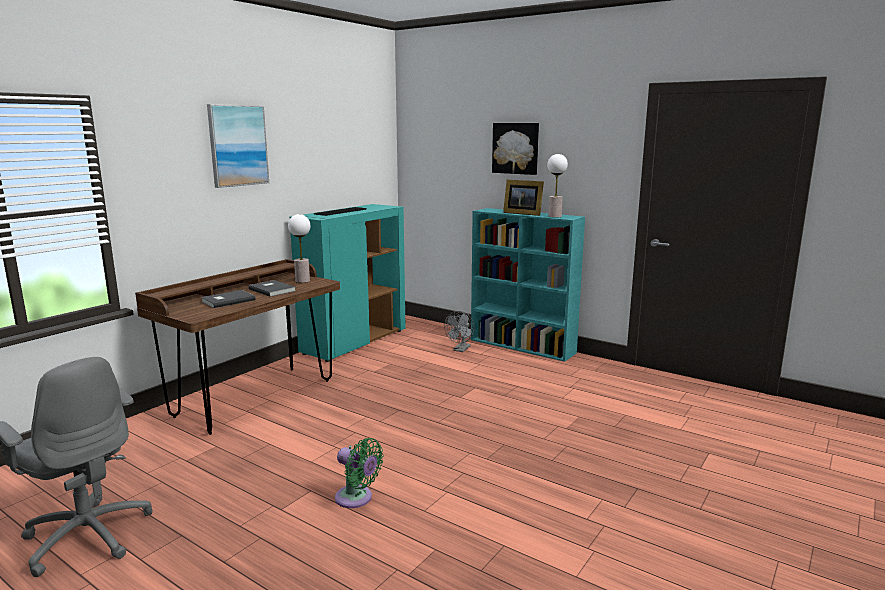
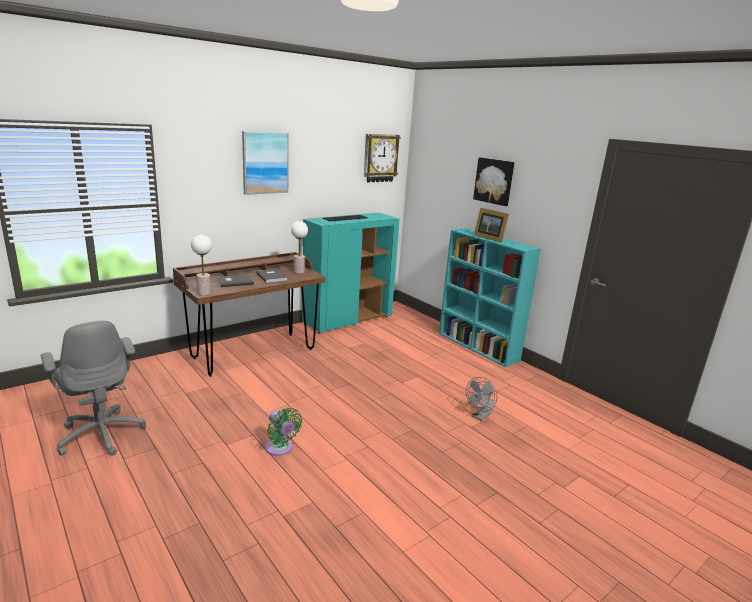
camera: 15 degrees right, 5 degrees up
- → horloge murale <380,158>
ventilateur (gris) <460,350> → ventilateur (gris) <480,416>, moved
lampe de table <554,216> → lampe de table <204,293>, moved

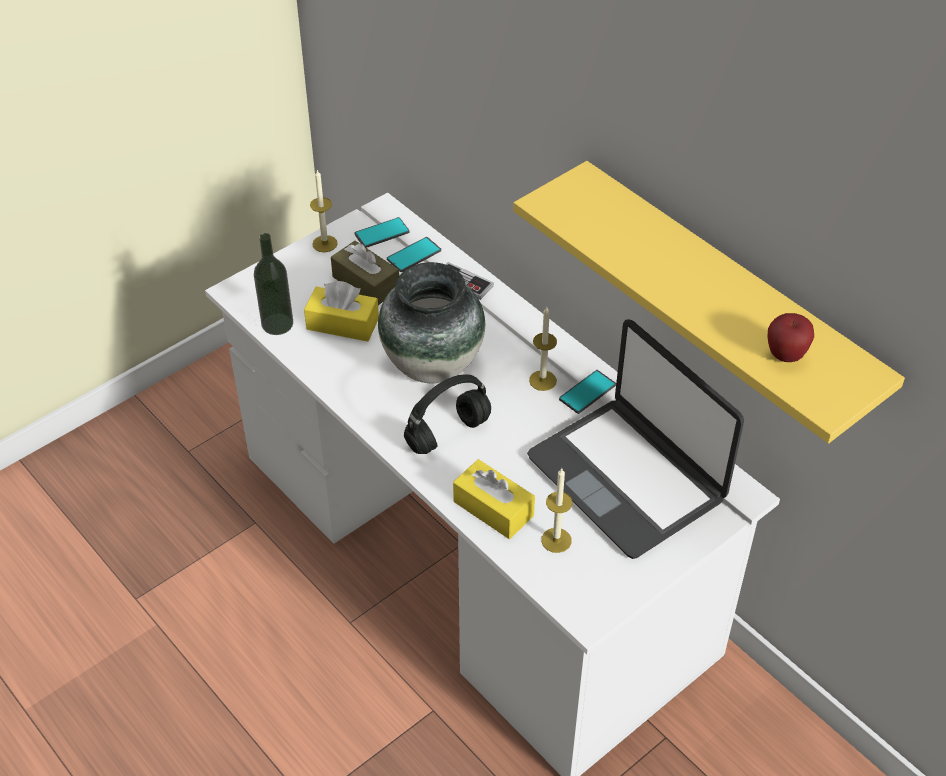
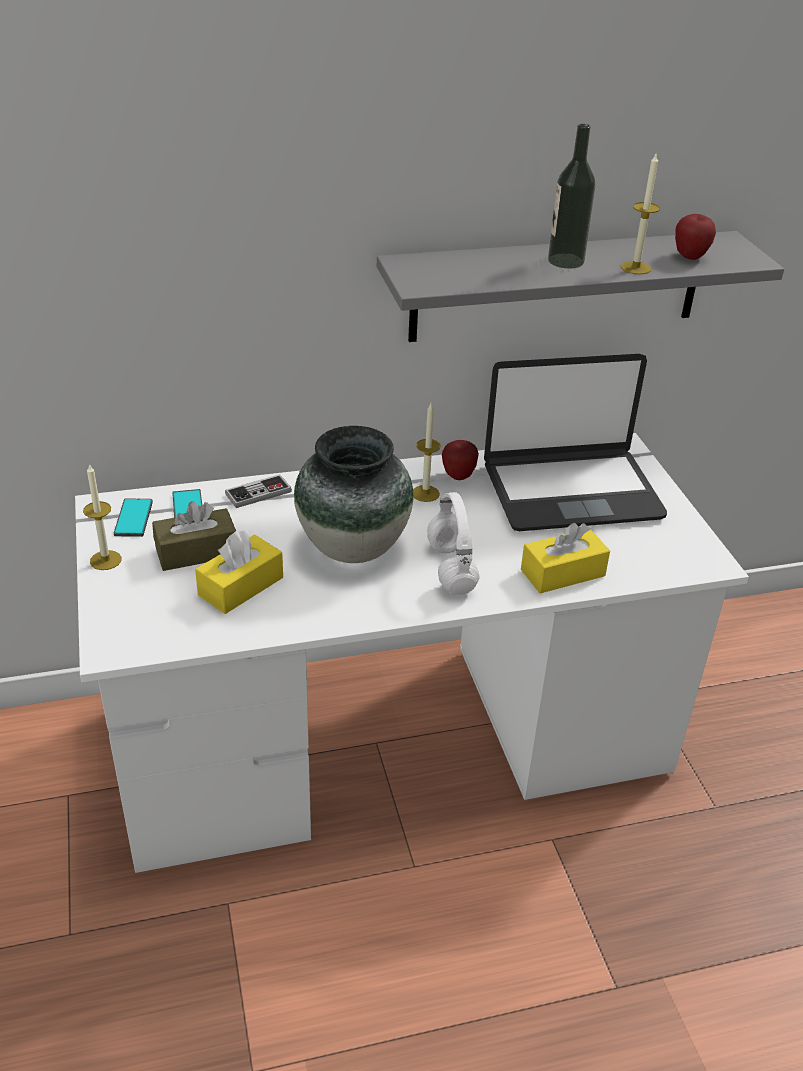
camera: 65 degrees left, 10 degrees down
bouteille <277,324> → bouteille <565,261>, moved
bougie <556,540> → bougie <635,268>, moved
téléphone <587,392> → pomme <458,476>
casque audio (noir) <448,433> → casque audio (blanc) <450,567>
étagère (jaune) <727,297> → étagère (gris) <557,286>

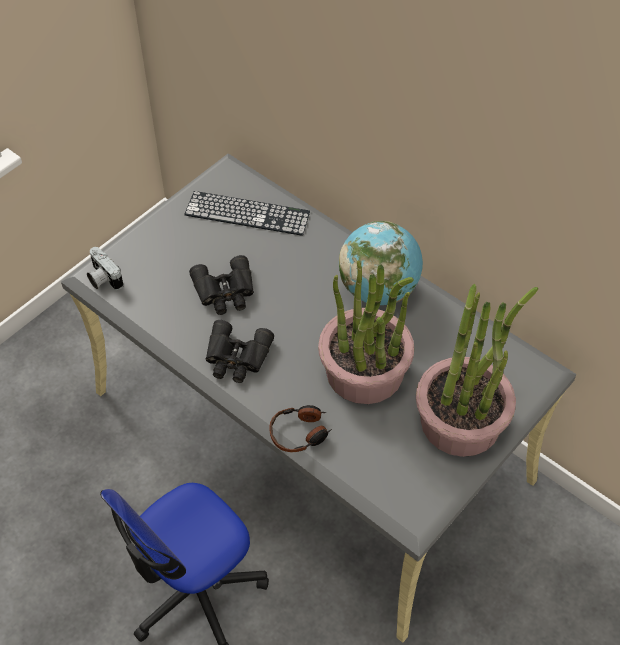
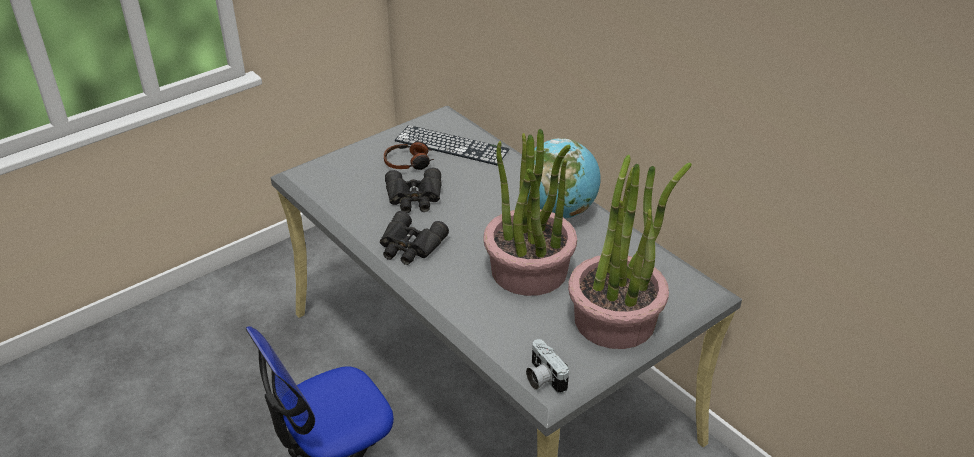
camera: 10 degrees right, 15 degrees down
appareil photo <103,278> → appareil photo <542,378>, moved
casque audio <300,433> → casque audio <409,163>, moved

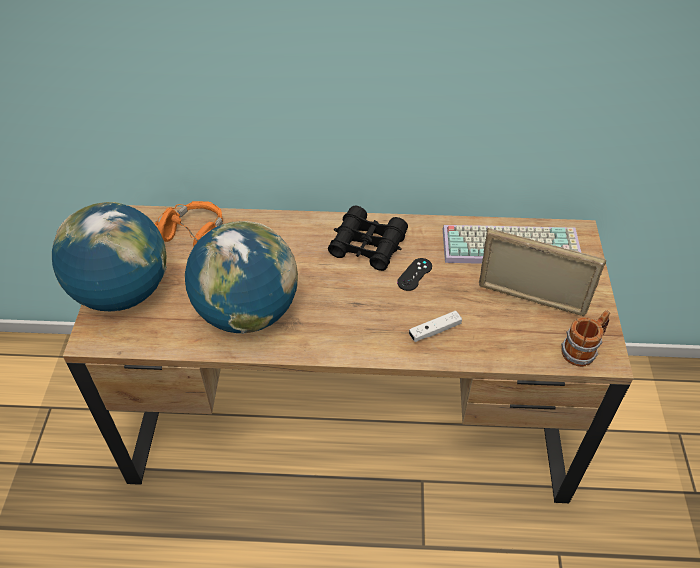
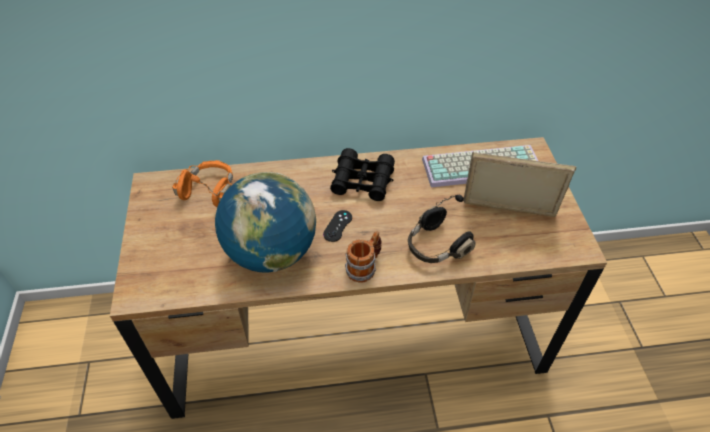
camera: 10 degrees left, 0 degrees up
globe <123,292> → -
manette (noir) <414,274> → manette (noir) <338,226>, moved
mug <583,349> → mug <365,267>, moved
manette (blanc) <434,331> → casque audio (noir) <436,246>

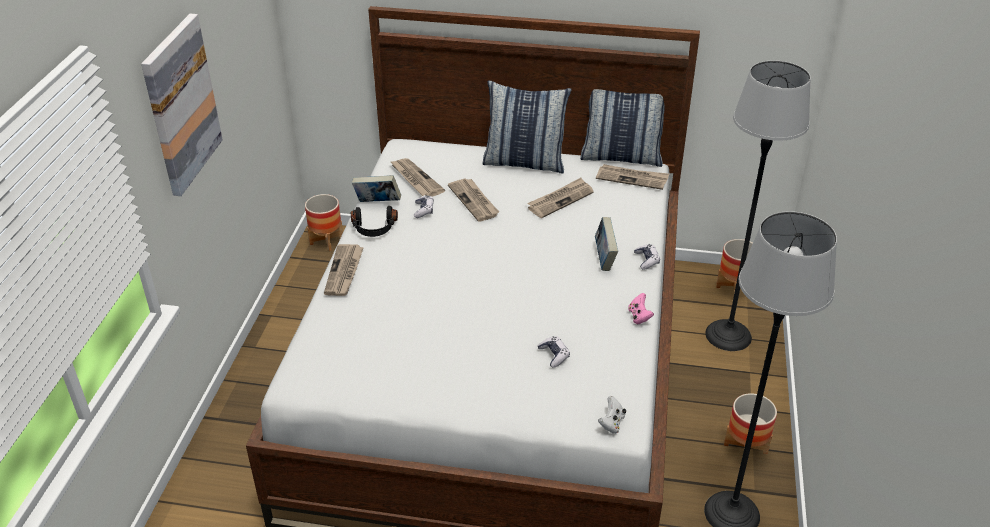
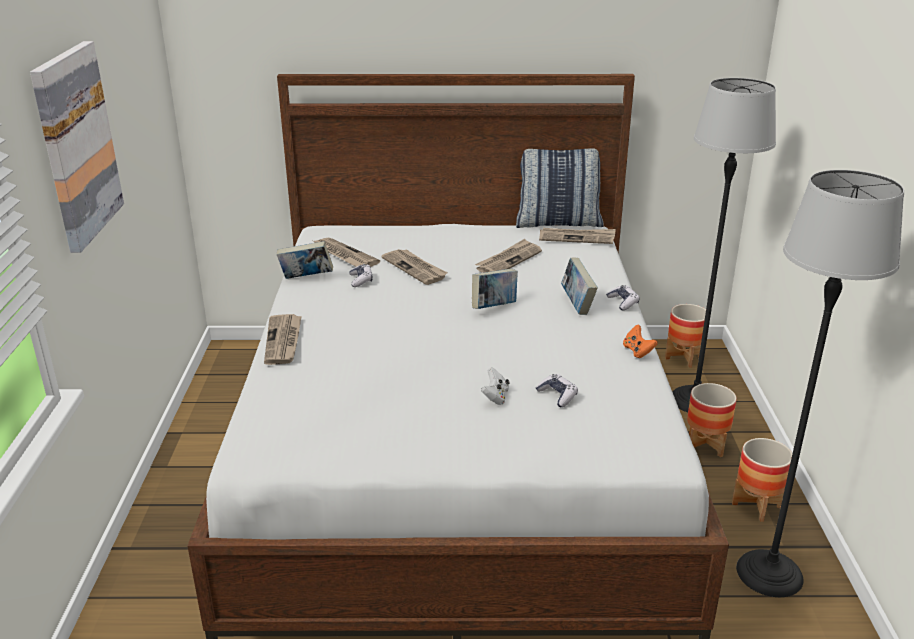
camera: 10 degrees left, 10 degrees down
casque audio (noir) <374,229> → -
coussin <524,162> → -
- → livre <494,307>
cache-pot <326,241> → cache-pot <705,445>, moved
manette (blanc) <611,423> → manette (blanc) <495,397>, moved
manette (rose) <639,316> → manette (orange) <637,351>

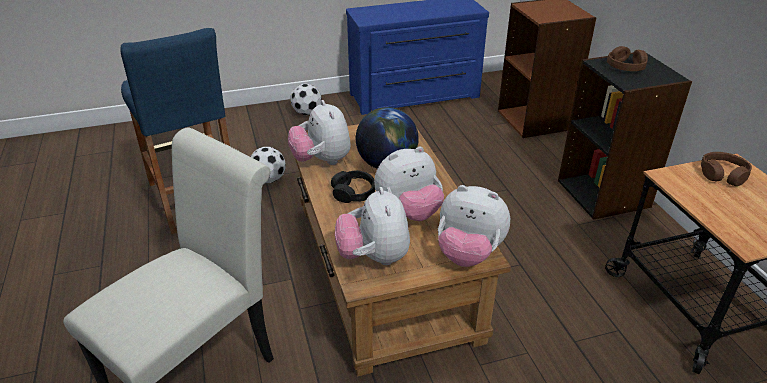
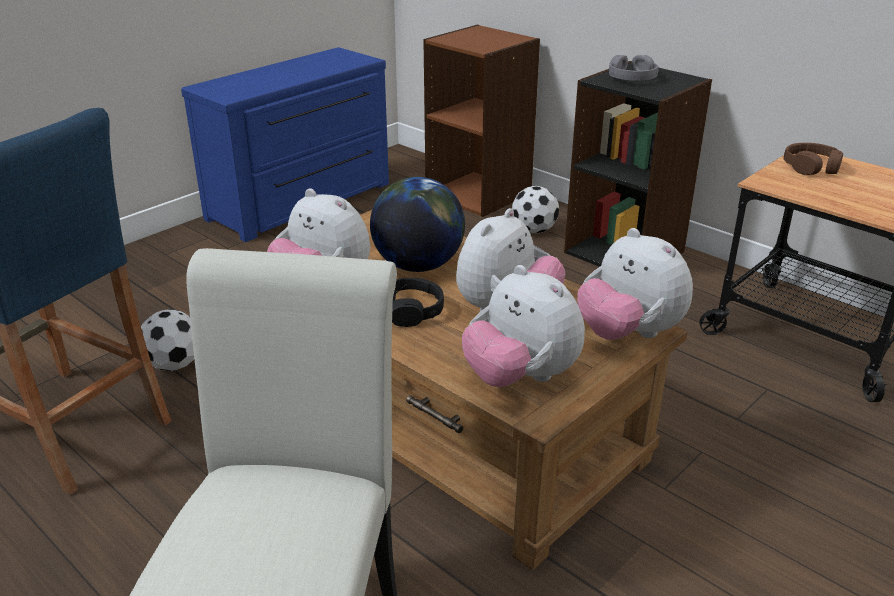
camera: 30 degrees left, 5 degrees down
ballon de foot <306,113> → ballon de foot <534,230>, moved
casque audio (marron) <625,66> → casque audio (gris) <631,78>
peluche <468,254> → peluche <628,334>, 60 degrees clockwise

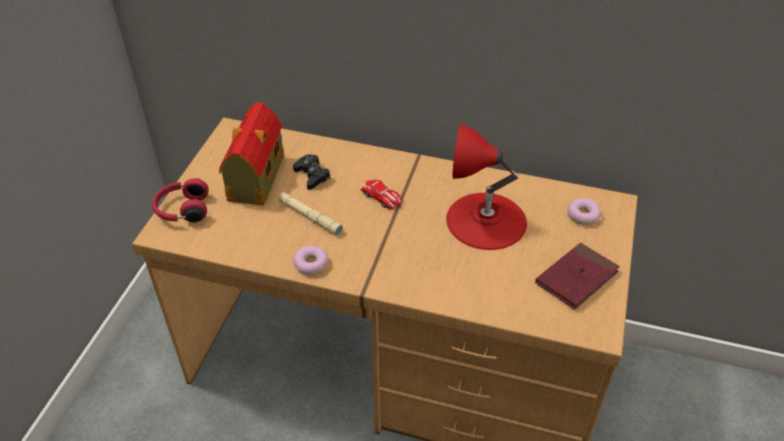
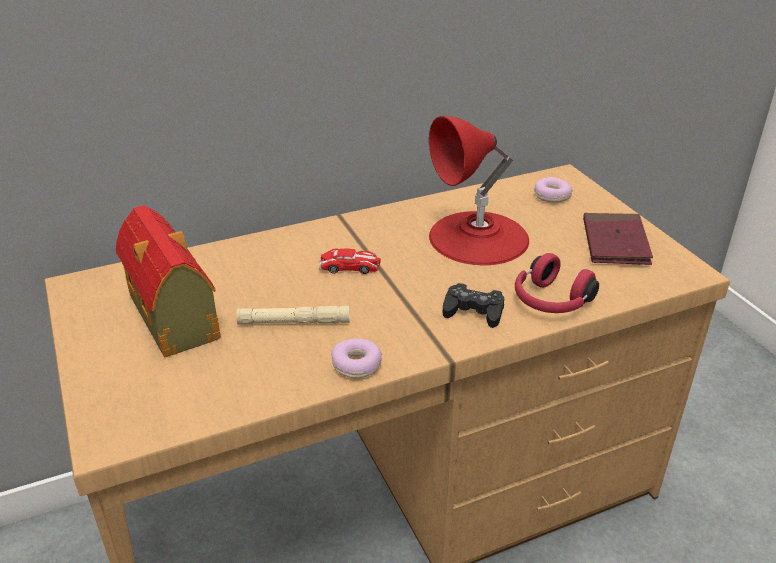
camera: 40 degrees left, 10 degrees down
casque audio (rouge) <182,210> → casque audio (rouge) <550,301>, moved
manette (noir) <312,175> → manette (noir) <473,311>, moved

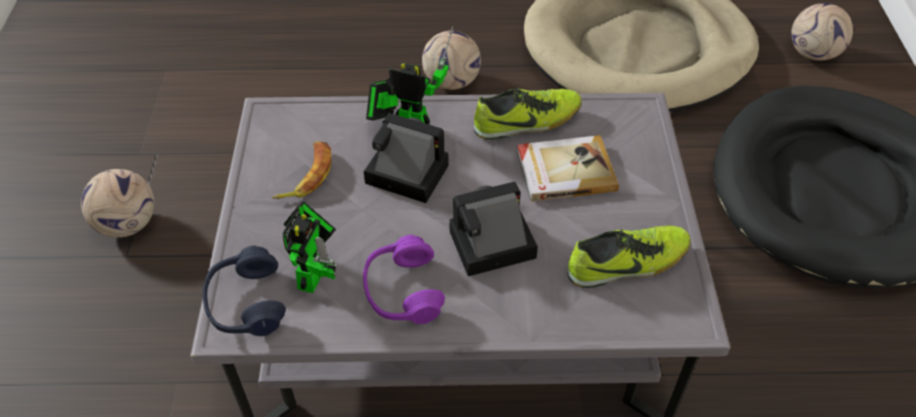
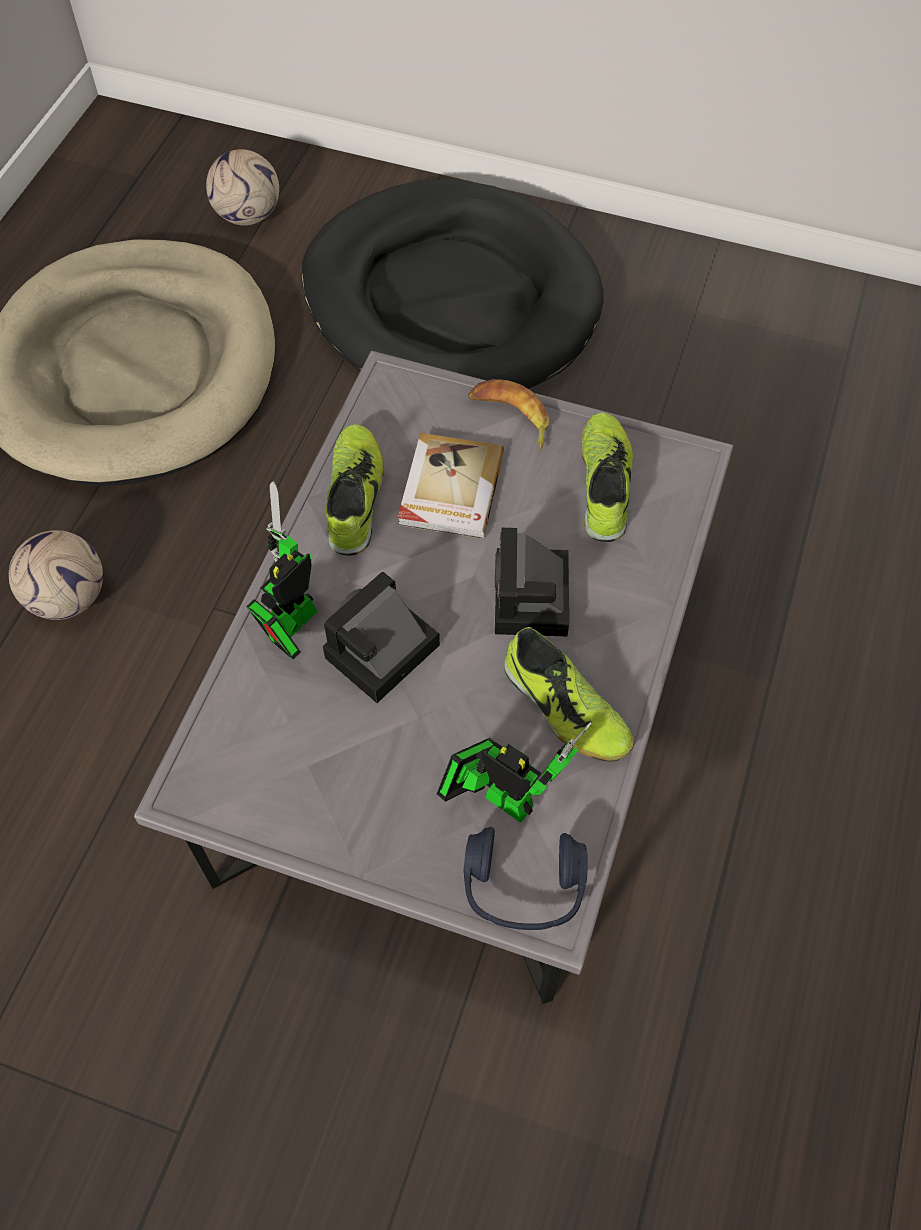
camera: 70 degrees left, 10 degrees up
ballon de foot <127,225> → -
banane <307,175> → banane <510,417>, moved
casque audio (violet) <402,291> → chaussure <564,708>

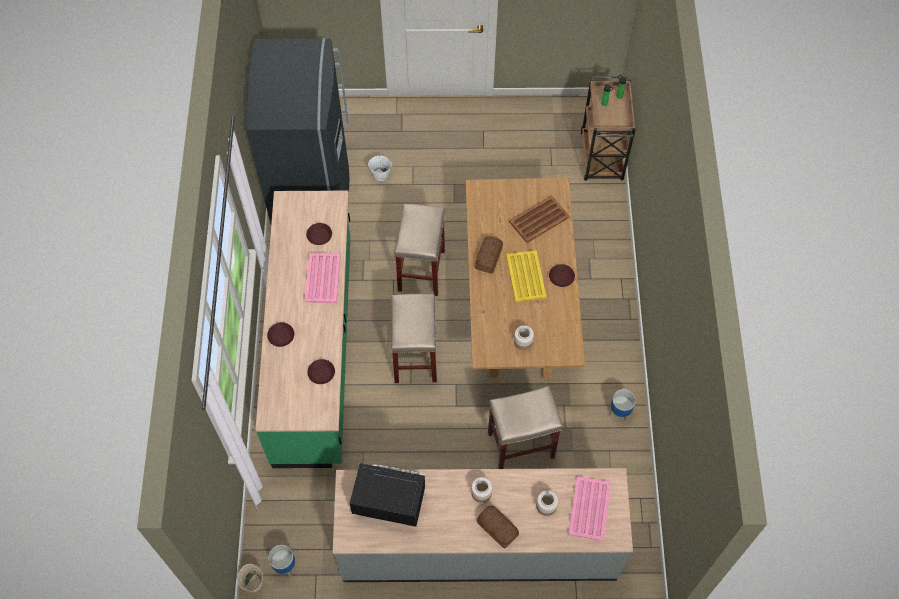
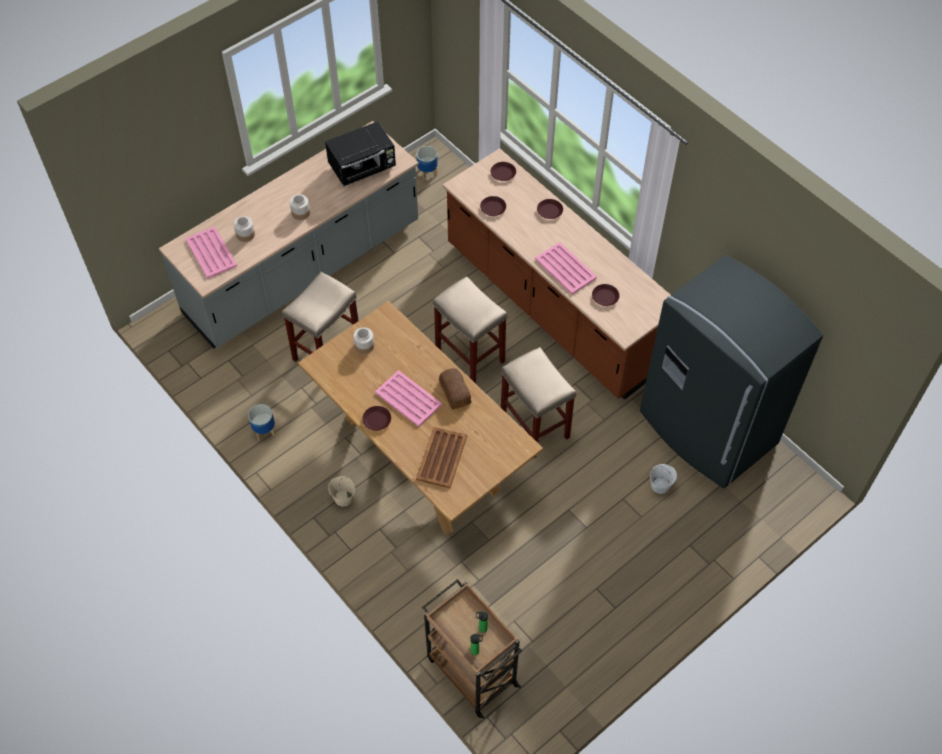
camera: 140 degrees right, 5 degrees down
pain <497,529> → -
- → assiette (marron) <503,173>
seau (beige) <253,582> → seau (beige) <343,498>, moved
comptoir de cuisine (vert) <315,350> → comptoir de cuisine (marron) <552,307>
plateau (jaune) <525,277> → plateau (rose) <408,398>

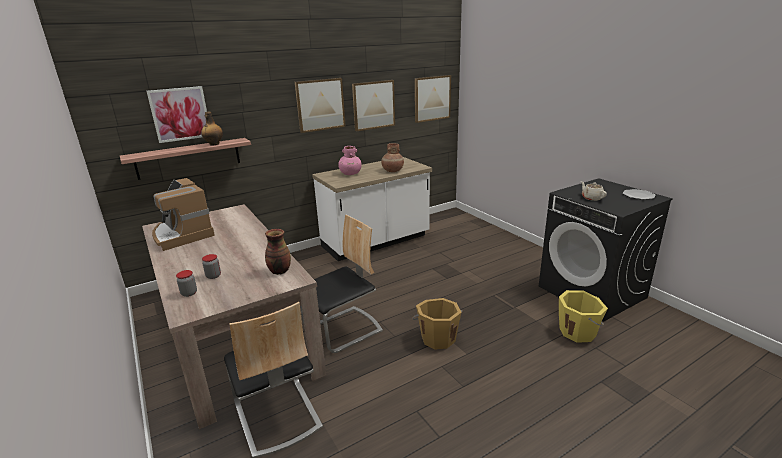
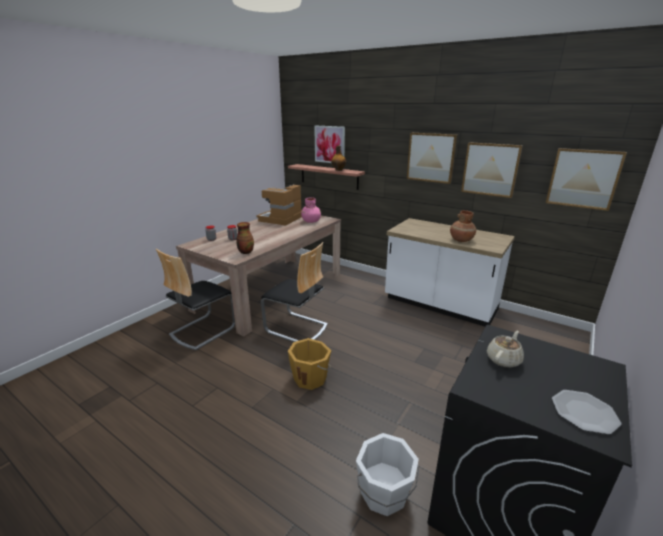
camera: 65 degrees right, 0 degrees up
vase (rose) <350,173> → vase (rose) <311,221>, moved
seau (jaune) <578,332> → seau (blanc) <384,493>

